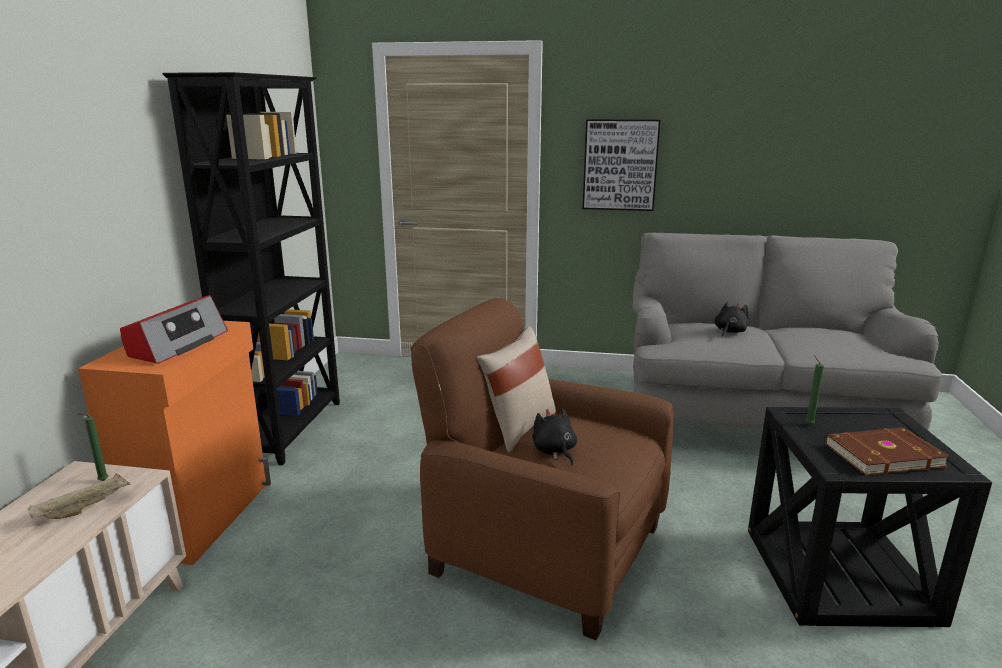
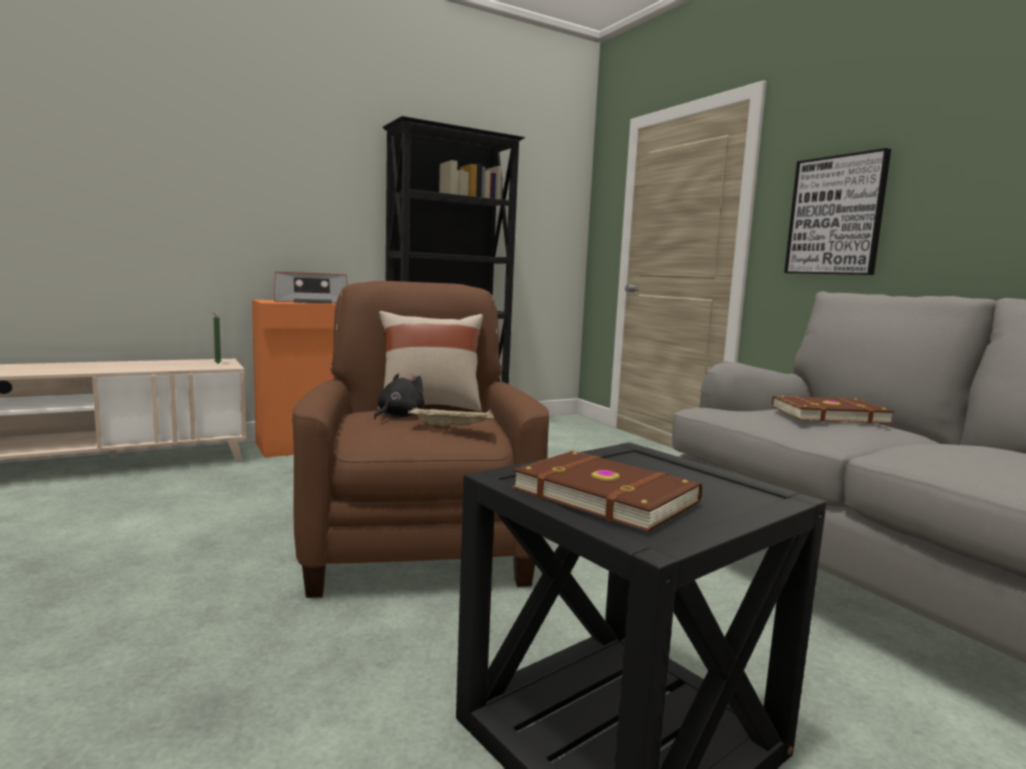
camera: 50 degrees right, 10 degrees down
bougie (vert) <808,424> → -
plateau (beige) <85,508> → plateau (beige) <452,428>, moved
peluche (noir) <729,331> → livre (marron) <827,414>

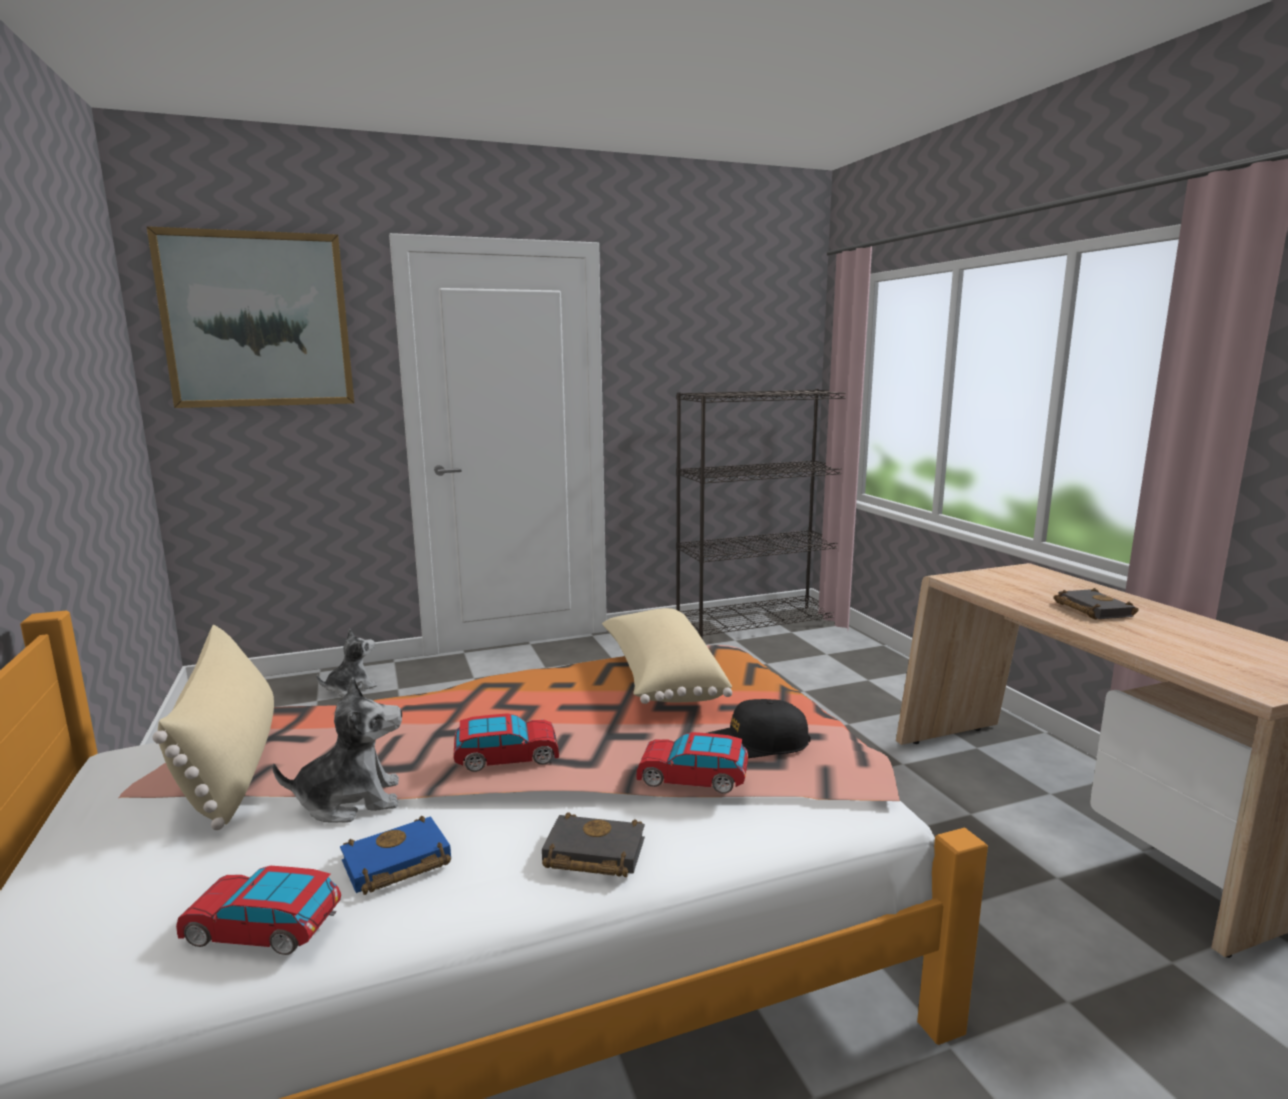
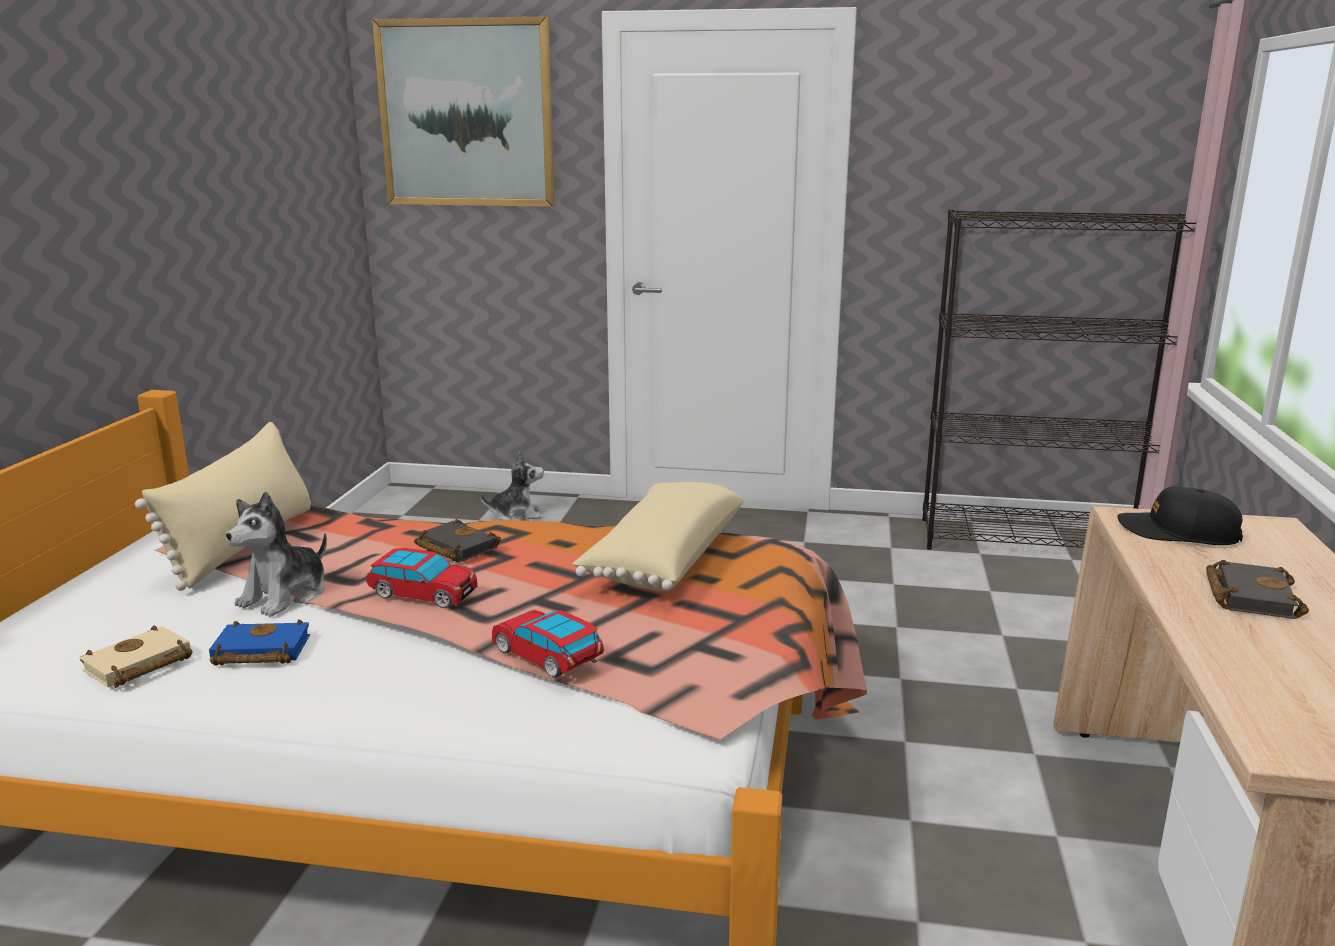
camera: 30 degrees right, 5 degrees up
livre (noir) <591,854> → livre (noir) <454,548>, moved
casquette (noir) <756,743> → casquette (noir) <1178,532>, moved
petite voiture <263,929> → livre (beige) <137,666>
peluche <351,800> → peluche <285,596>, 105 degrees clockwise

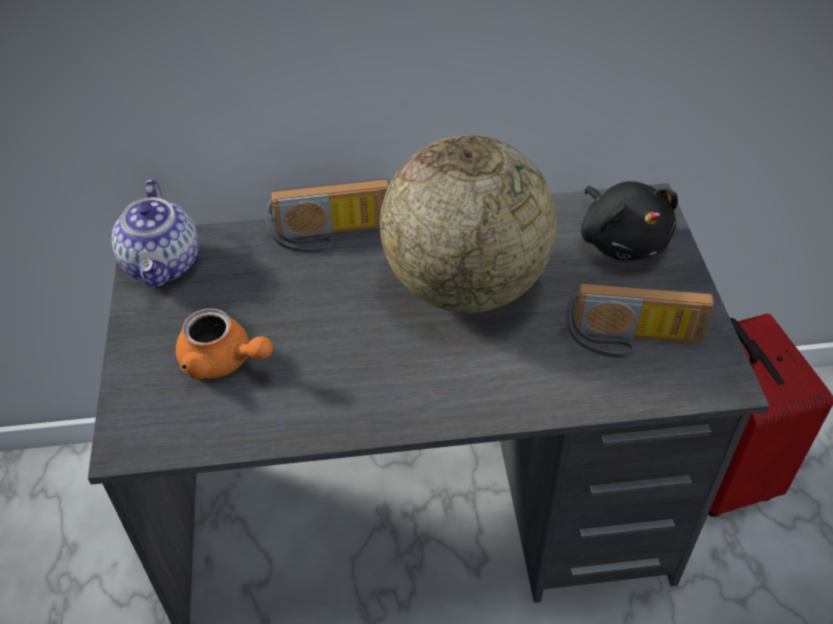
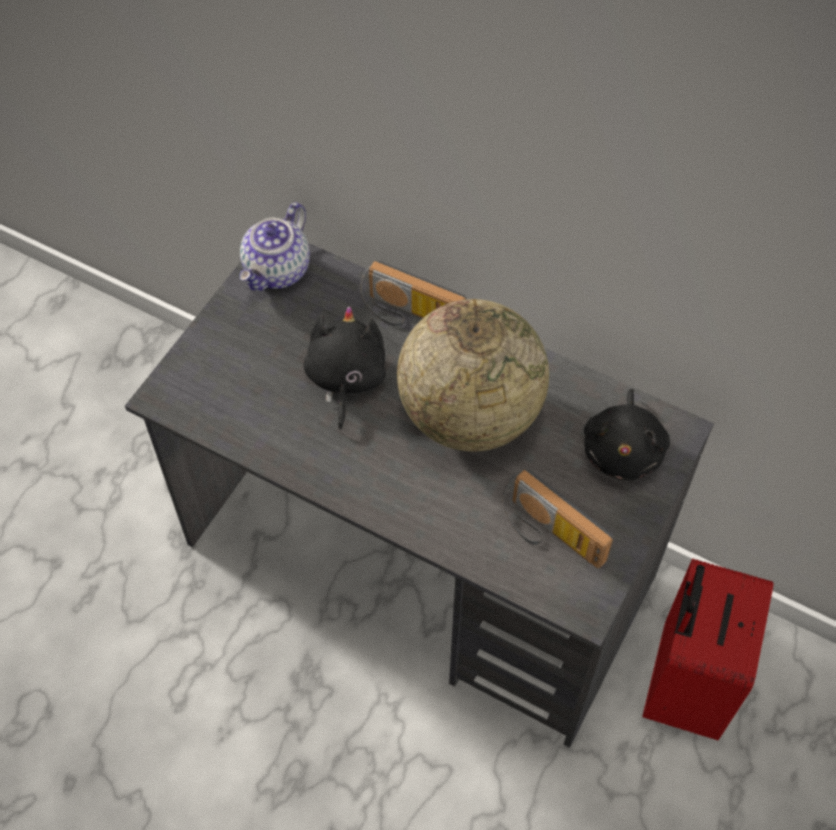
camera: 35 degrees right, 10 degrees up
théière (orange) <223,361> → -
- → peluche (noir) <345,379>

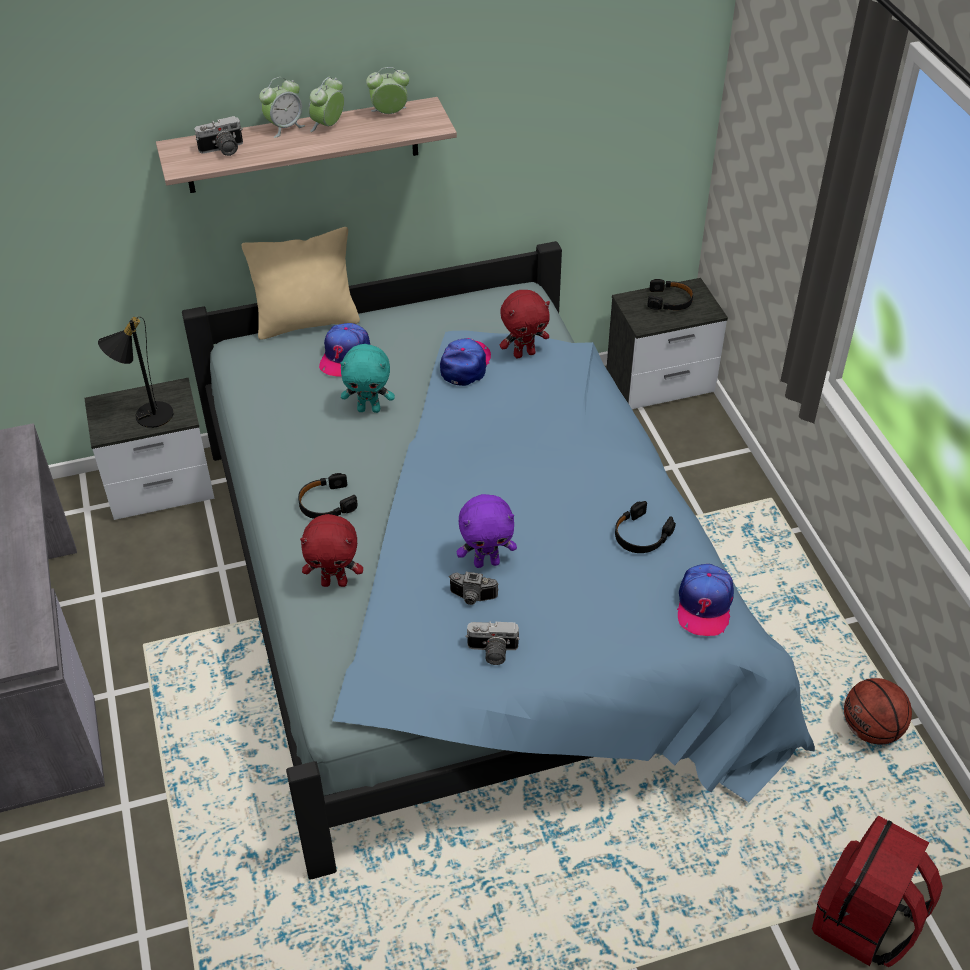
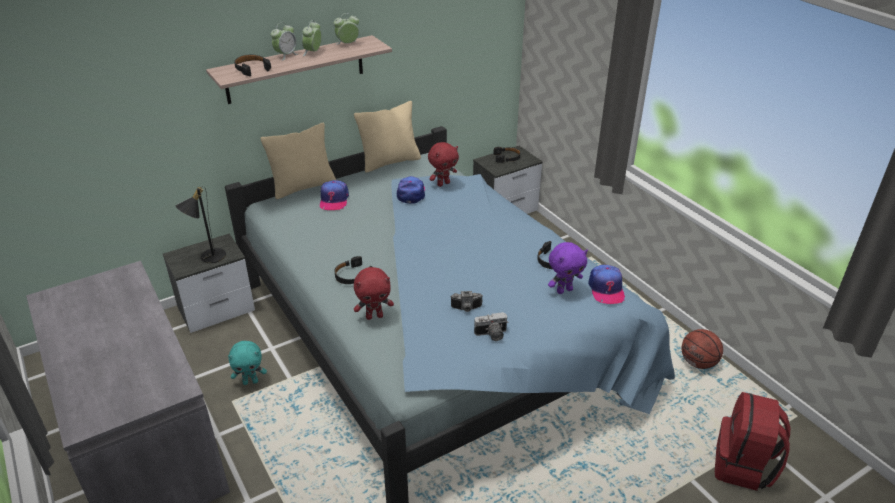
camera: 15 degrees left, 10 degrees down
- → coussin (beige) <390,162>
peluche (turquoise) <369,409> → peluche (turquoise) <250,382>, moved
peluche (violet) <487,562> → peluche (violet) <564,290>, moved
appareil photo <223,150> → casque audio (noir) <252,69>

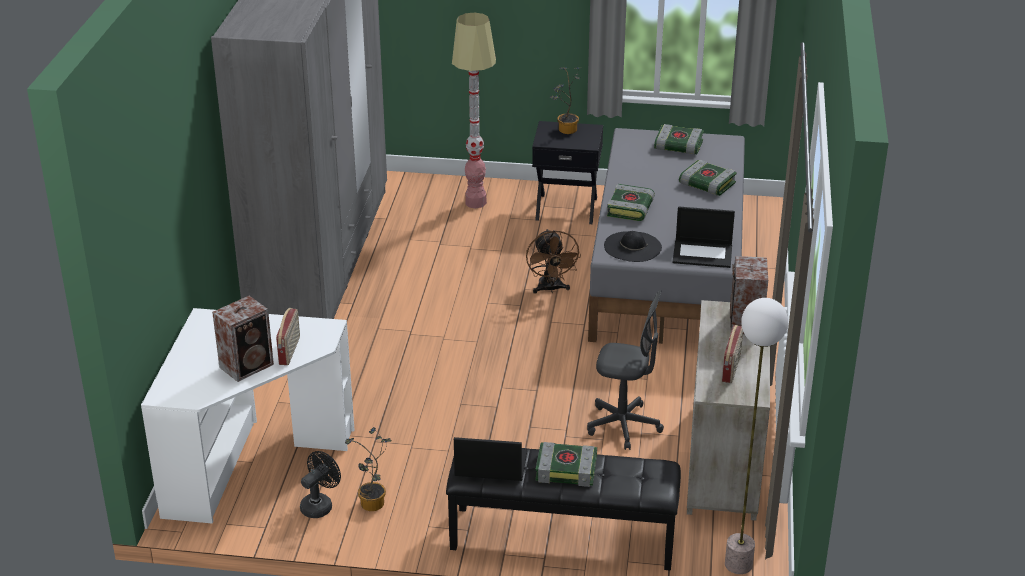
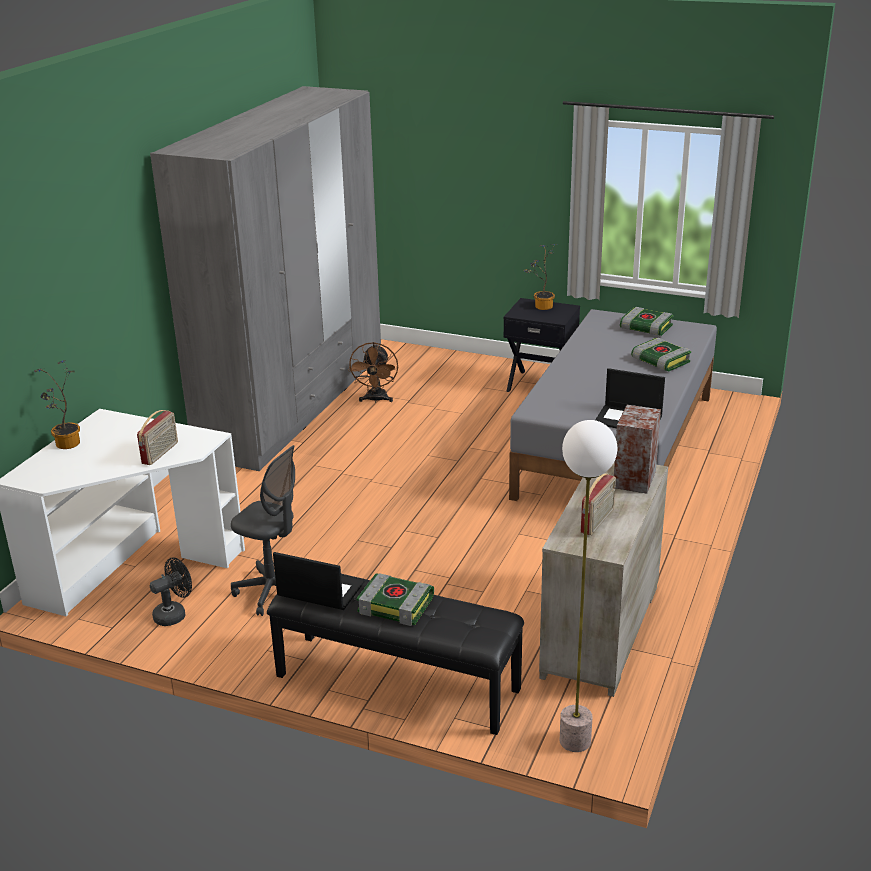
camera: 15 degrees right, 5 degrees down
enceinte <248,365> → -
lampadaire <475,202> → -
chapeau (noir) <632,247> → -
livre <630,209> → -
plante en pot <372,506> → plante en pot <66,445>, moved
ventilateur (marron) <550,289> → ventilateur (marron) <376,400>, moved
chaise de bureau (gris) <623,426> → chaise de bureau (gris) <273,592>, moved

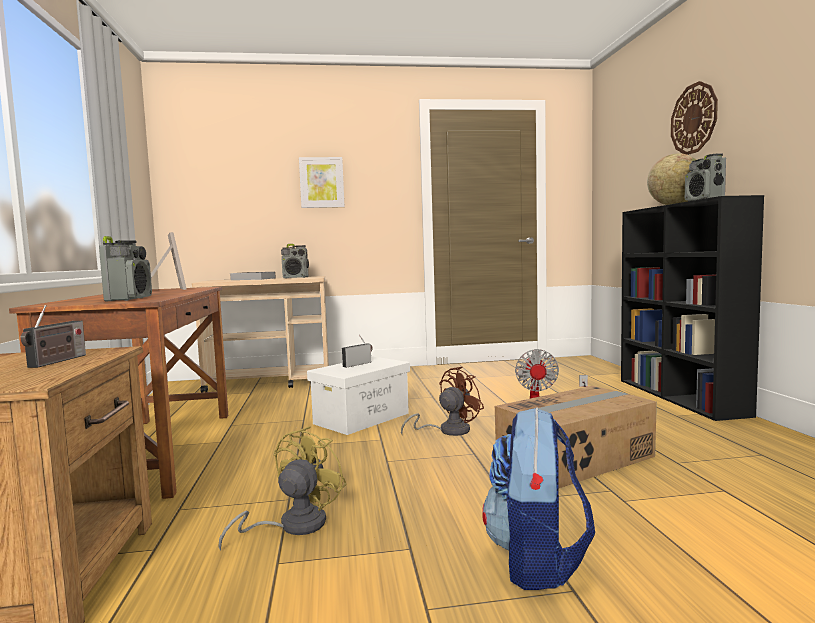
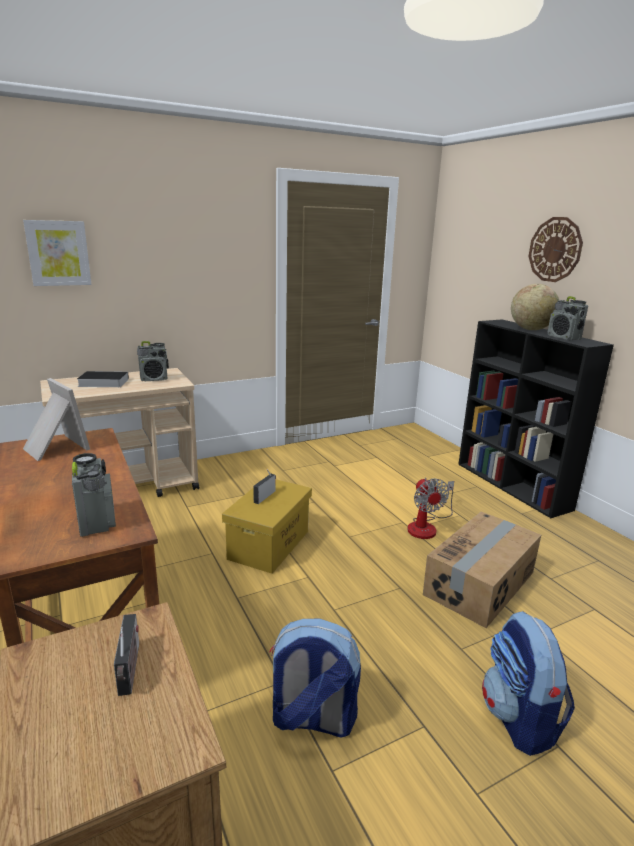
camera: 20 degrees left, 15 degrees up
ventilateur (marron) <447,431> → -
tableau <321,182> → tableau <58,253>, moved
ventilateur (jaune) <292,526> → sac à dos <312,719>
boîte de rangement (blanc) <361,418> → boîte de rangement (jaune) <269,545>

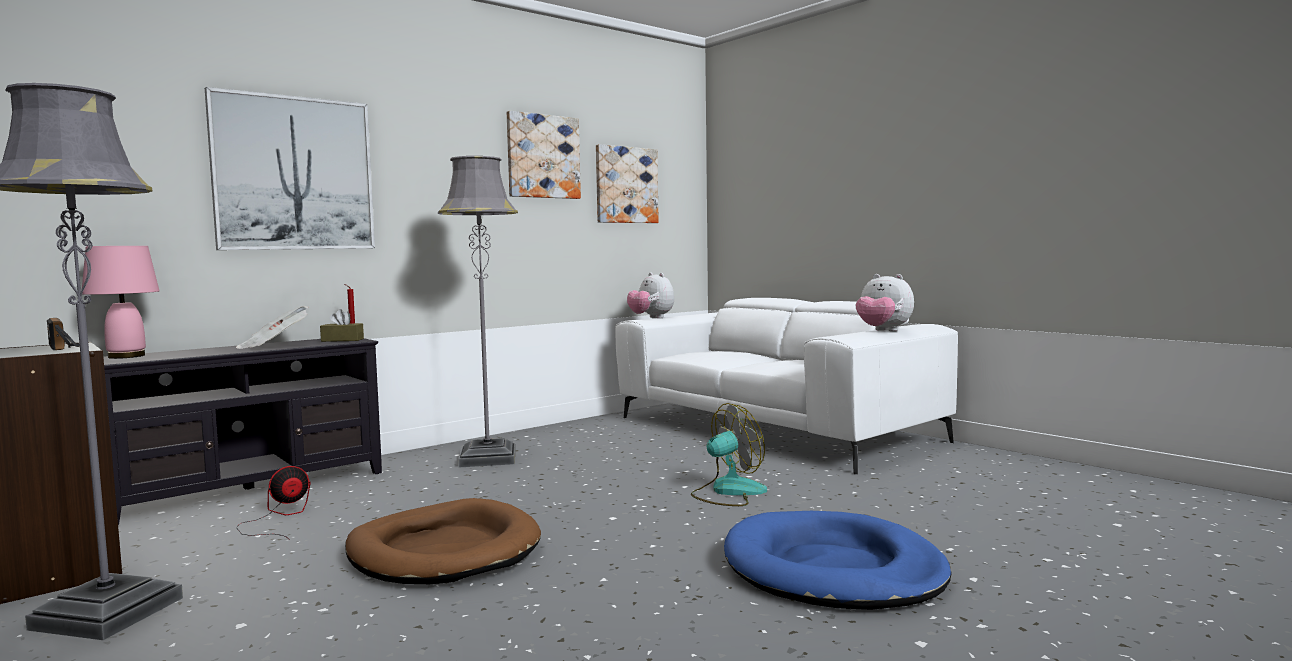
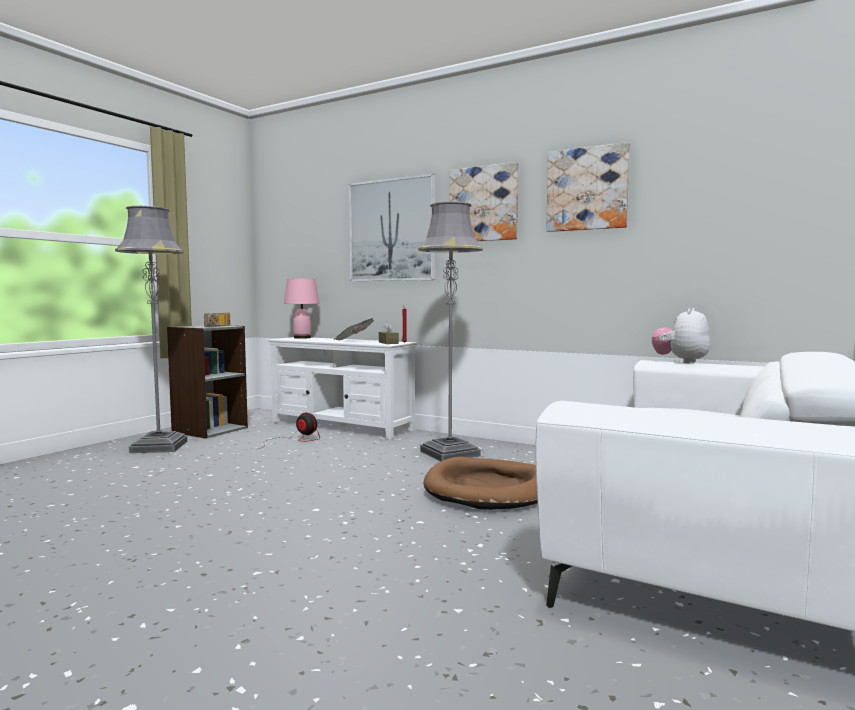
camera: 70 degrees right, 0 degrees up
ventilateur <728,492> → -
panier pour chien (bleu) <832,569> → -
peluche <883,331> → -
panier pour chien (marron) <444,551> → panier pour chien (marron) <488,489>, moved
tableau <626,185> → tableau <484,204>, moved
meuble télé (noir) <250,490> → meuble télé (blanc) <341,426>

